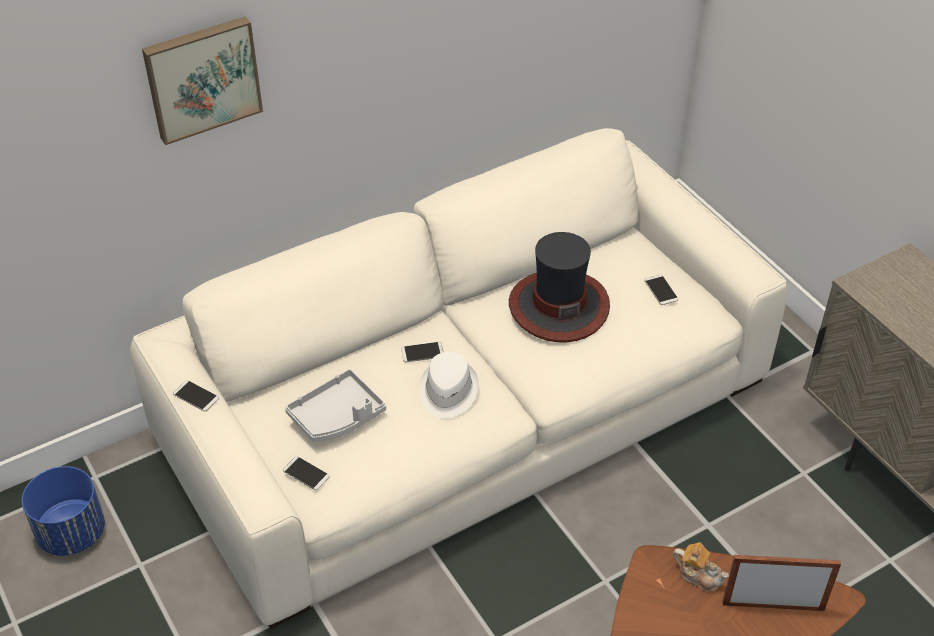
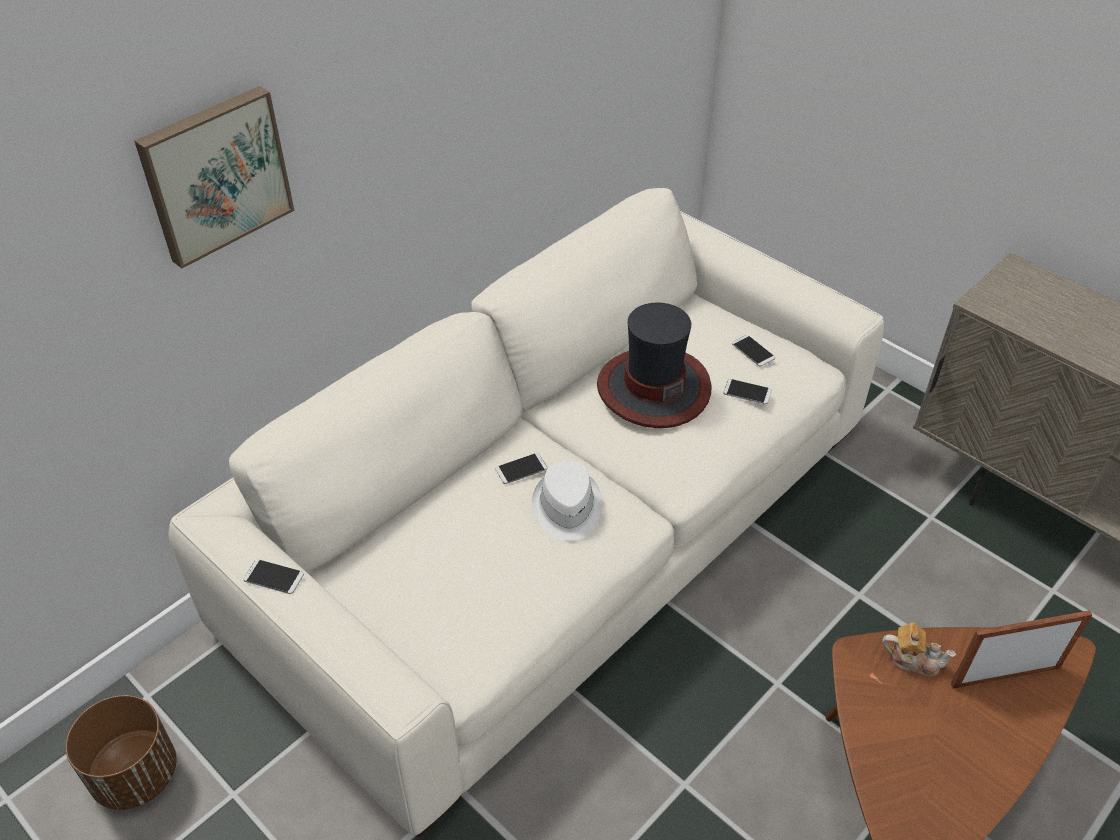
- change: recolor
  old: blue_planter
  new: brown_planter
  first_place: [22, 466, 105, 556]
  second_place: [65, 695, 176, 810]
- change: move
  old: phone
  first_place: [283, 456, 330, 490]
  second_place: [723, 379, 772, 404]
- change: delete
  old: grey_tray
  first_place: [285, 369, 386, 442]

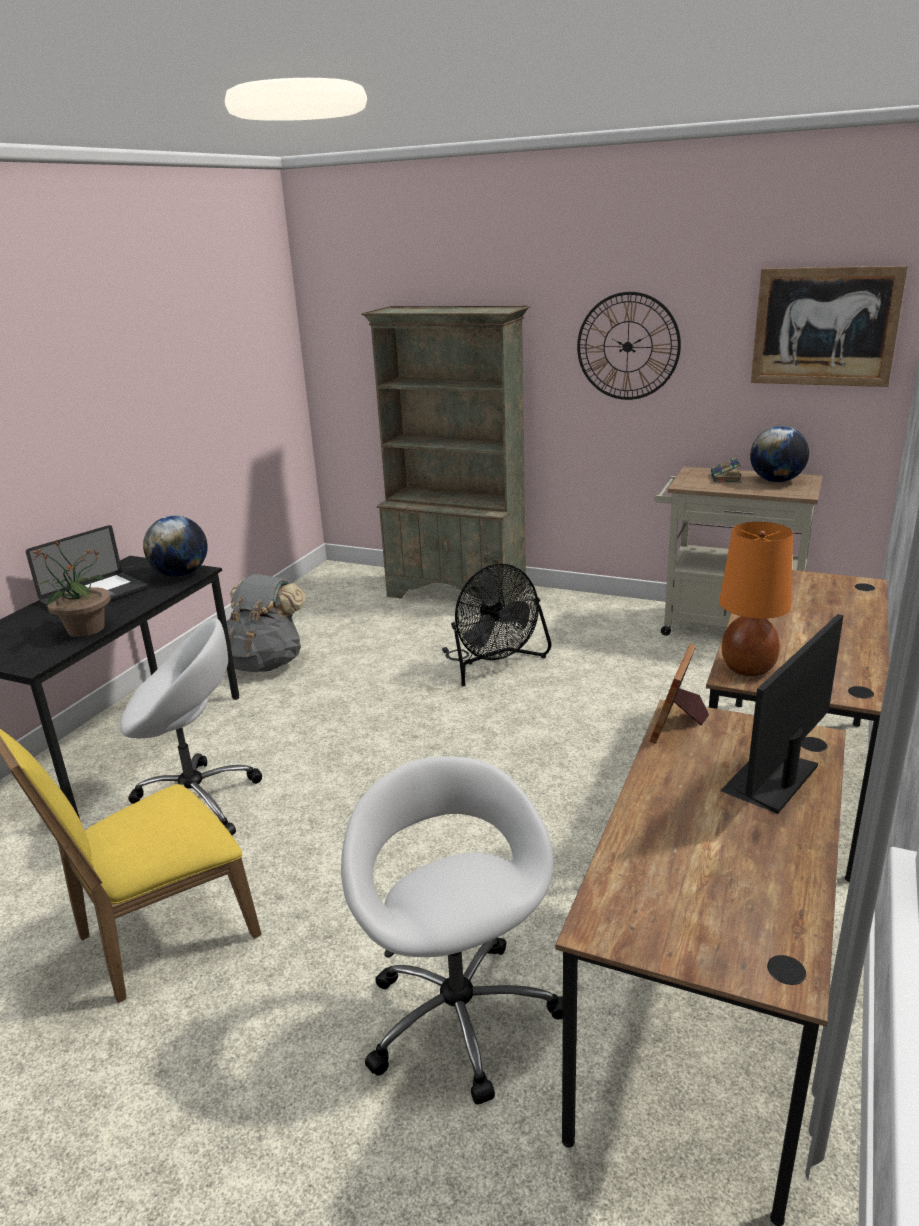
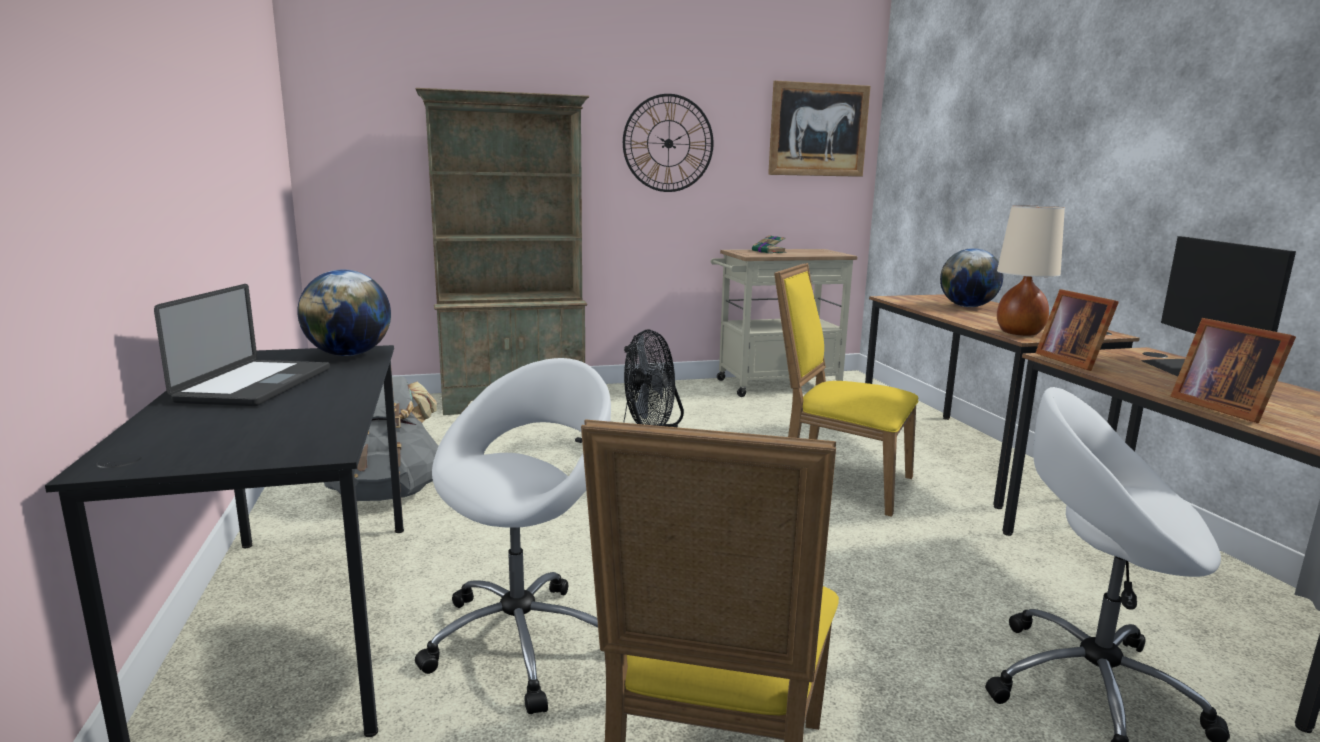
- change: delete
  old: potted_plant
  first_place: [33, 540, 111, 637]
- change: recolor
  old: orange_table_lamp
  new: beige_table_lamp
  first_place: [719, 522, 793, 676]
  second_place: [997, 205, 1065, 336]
- change: move
  old: globe
  first_place: [750, 426, 809, 482]
  second_place: [940, 248, 1003, 307]
- change: insert
  new: yellow_chair
  second_place: [774, 263, 918, 517]
- change: insert
  new: picture_frame
  second_place: [1170, 318, 1296, 423]

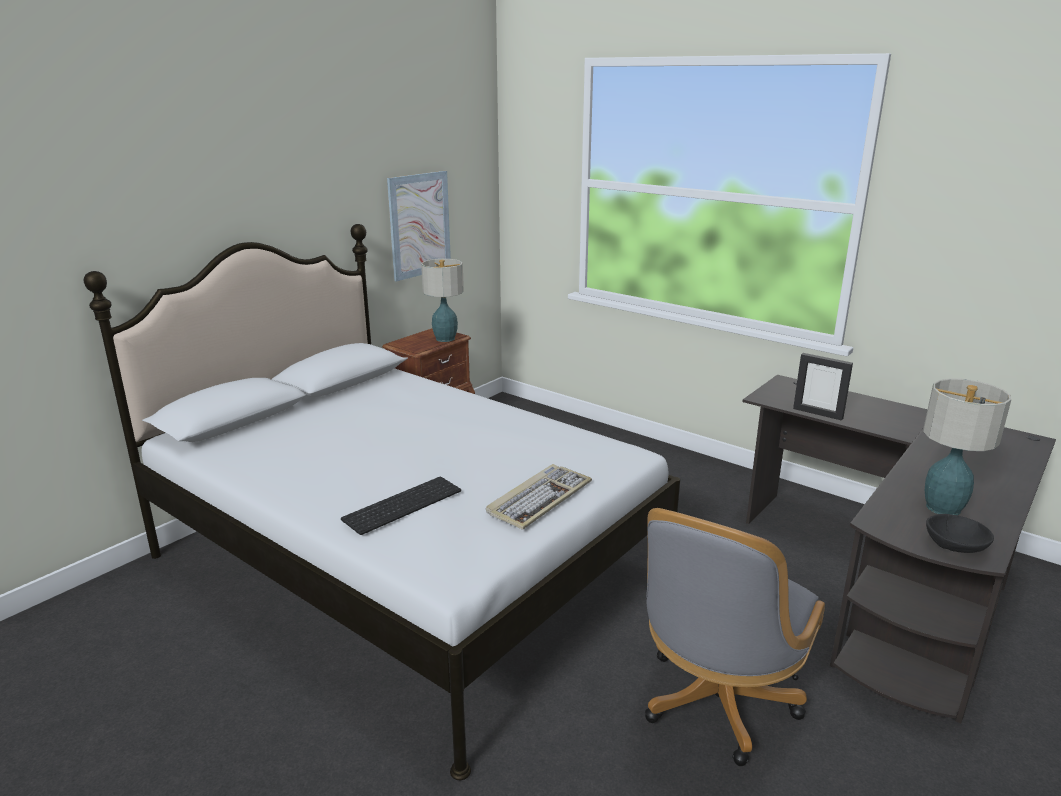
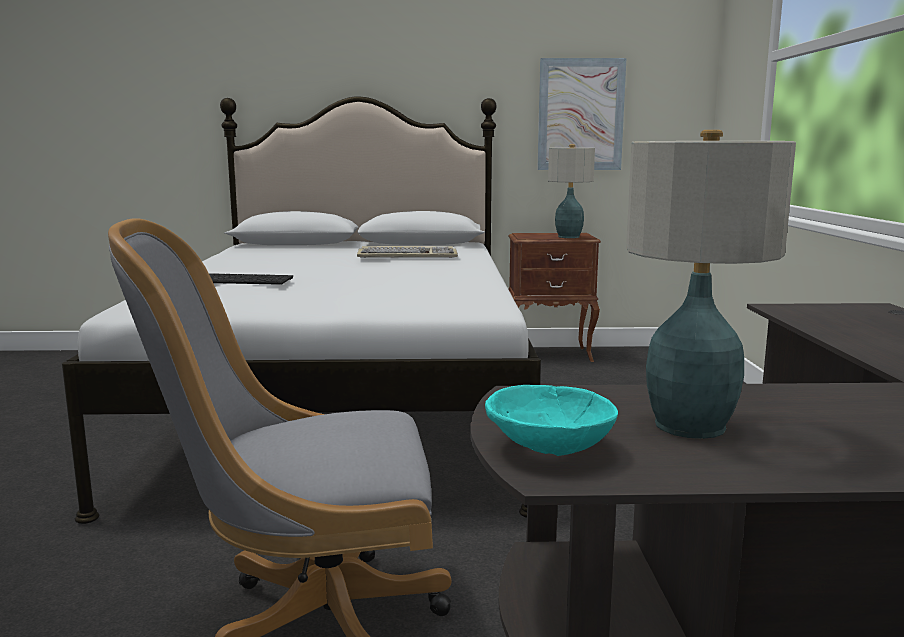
- change: move
  old: keyboard
  first_place: [486, 464, 592, 530]
  second_place: [357, 246, 458, 258]
- change: delete
  old: picture_frame
  first_place: [793, 353, 853, 421]
- change: recolor
  old: black_bowl
  new: turquoise_bowl
  first_place: [926, 514, 994, 553]
  second_place: [485, 385, 618, 456]

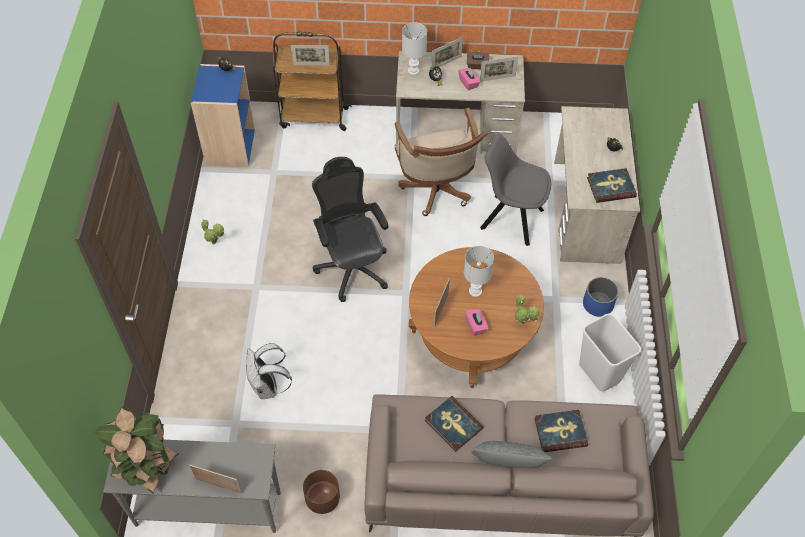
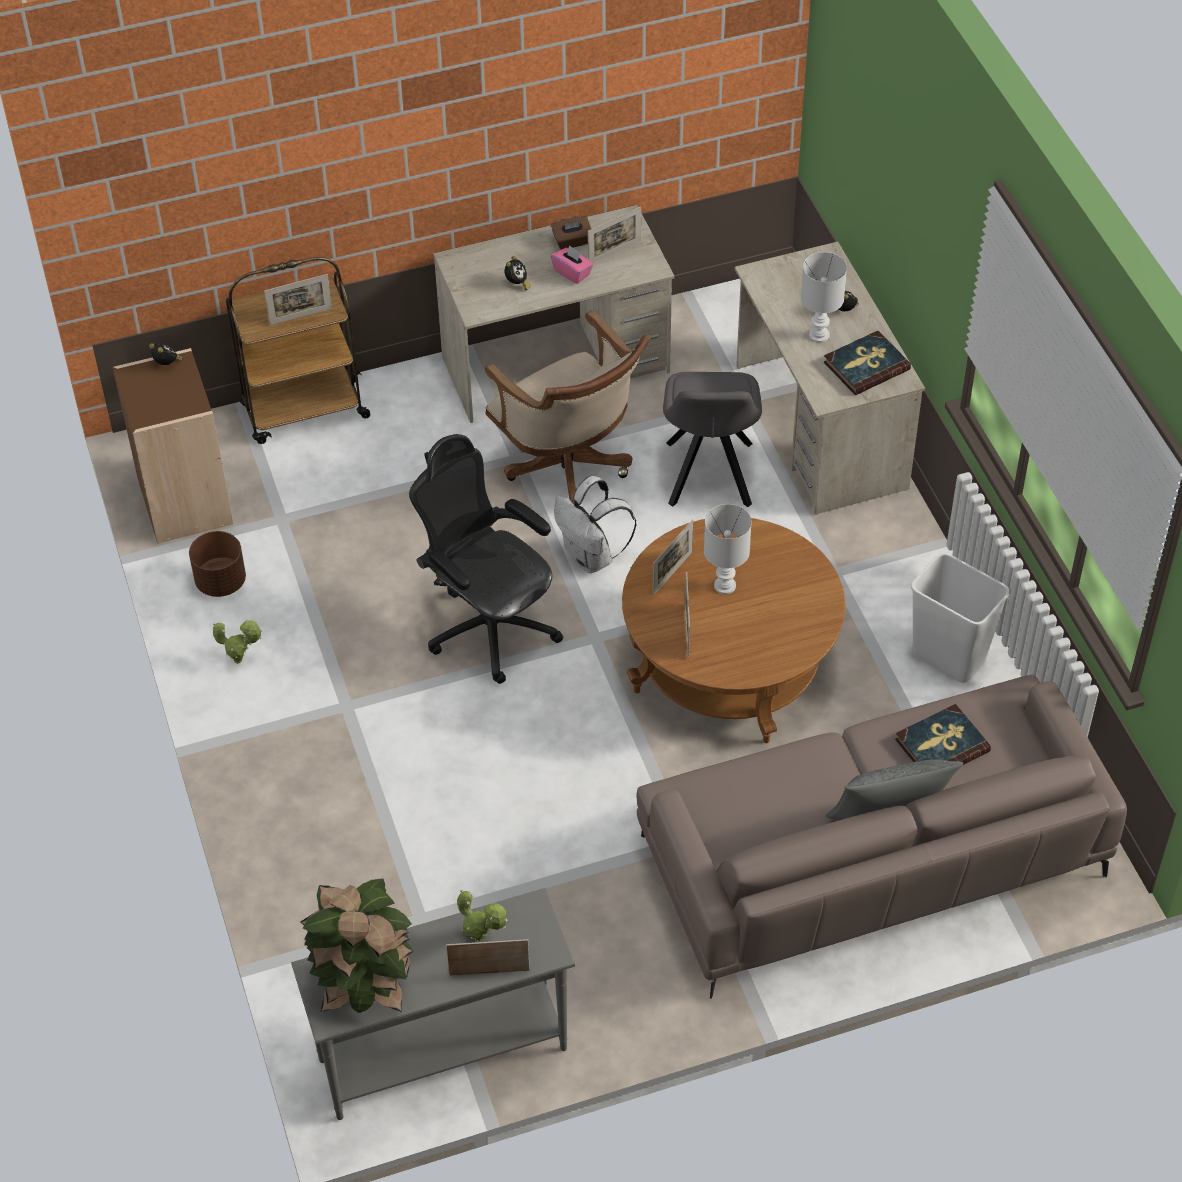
- change: recolor
  old: blue_bookcase
  new: brown_bookcase
  first_place: [191, 64, 255, 167]
  second_place: [113, 348, 233, 544]
- change: move
  old: white_backpack
  first_place: [246, 343, 292, 399]
  second_place: [554, 476, 636, 573]
- change: move
  old: brown_planter
  first_place: [303, 470, 340, 514]
  second_place: [189, 531, 246, 597]
- change: move
  old: white_table_lamp
  first_place: [402, 23, 427, 75]
  second_place: [801, 252, 847, 343]
- change: delete
  old: book
  first_place: [425, 396, 484, 452]
- change: move
  old: picture_frame
  first_place: [431, 37, 463, 67]
  second_place: [653, 520, 693, 596]
- change: delete
  old: pink_tissue_box
  first_place: [465, 309, 489, 336]
- change: rotate
  old: grey_chair
  first_place: [480, 134, 551, 246]
  second_place: [663, 372, 762, 507]
  degrees: -90
- change: move
  old: potted_plant
  first_place: [514, 295, 540, 324]
  second_place: [457, 890, 507, 942]
- change: delete
  old: blue_planter
  first_place: [583, 277, 618, 317]

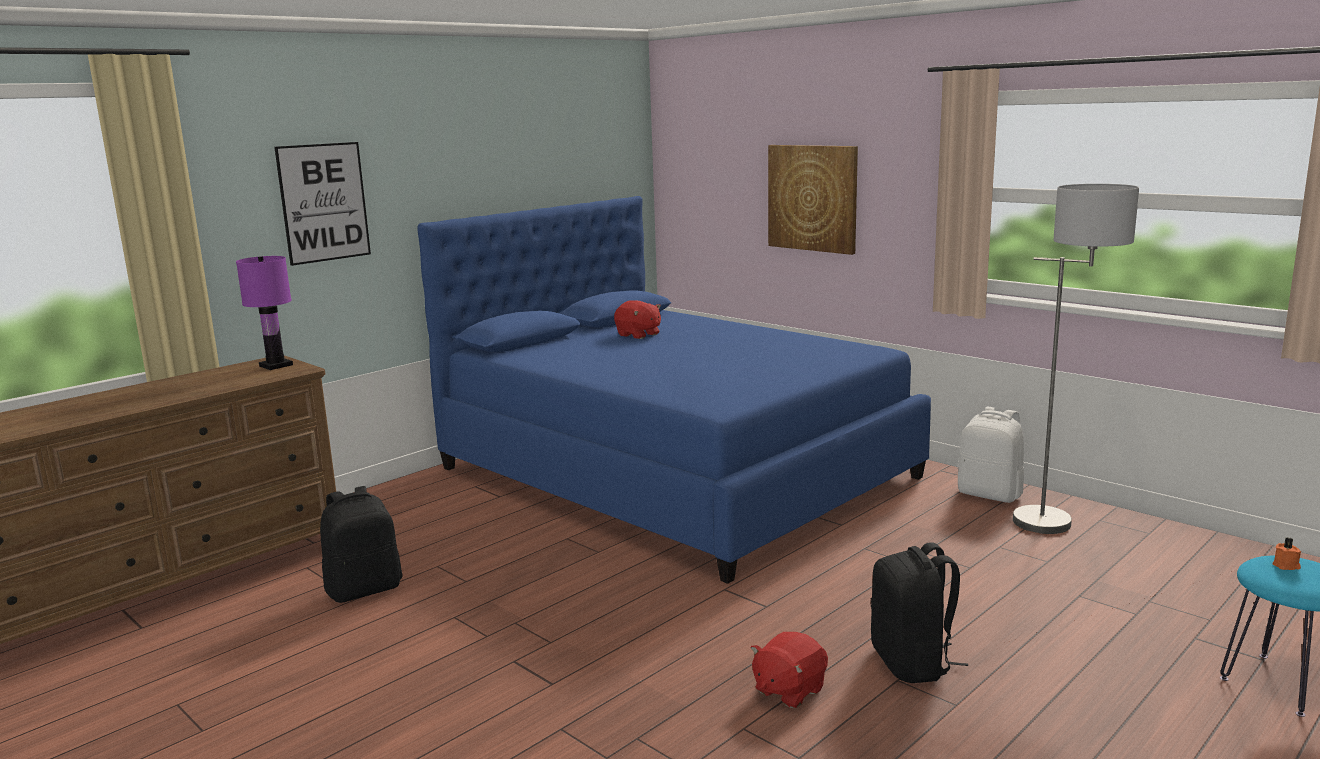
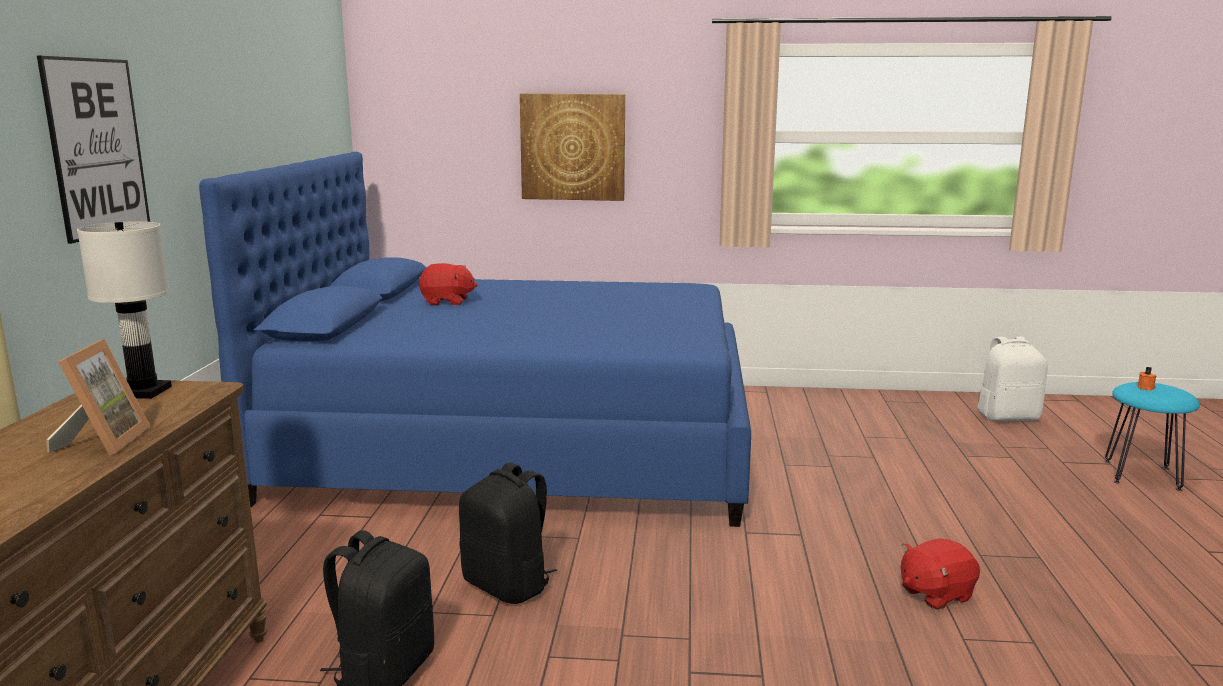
- change: recolor
  old: purple_table_lamp
  new: white_table_lamp
  first_place: [236, 256, 293, 370]
  second_place: [77, 221, 172, 399]
- change: rotate
  old: red_plush_toy
  first_place: [750, 632, 828, 708]
  second_place: [901, 538, 980, 610]
  degrees: 60
- change: move
  old: black_backpack
  first_place: [871, 542, 968, 683]
  second_place: [459, 462, 558, 604]
- change: move
  old: white_backpack
  first_place: [957, 407, 1024, 503]
  second_place: [977, 337, 1048, 421]
- change: delete
  old: grey_floor_lamp
  first_place: [1013, 184, 1139, 534]
- change: insert
  new: picture_frame
  second_place: [46, 339, 150, 455]

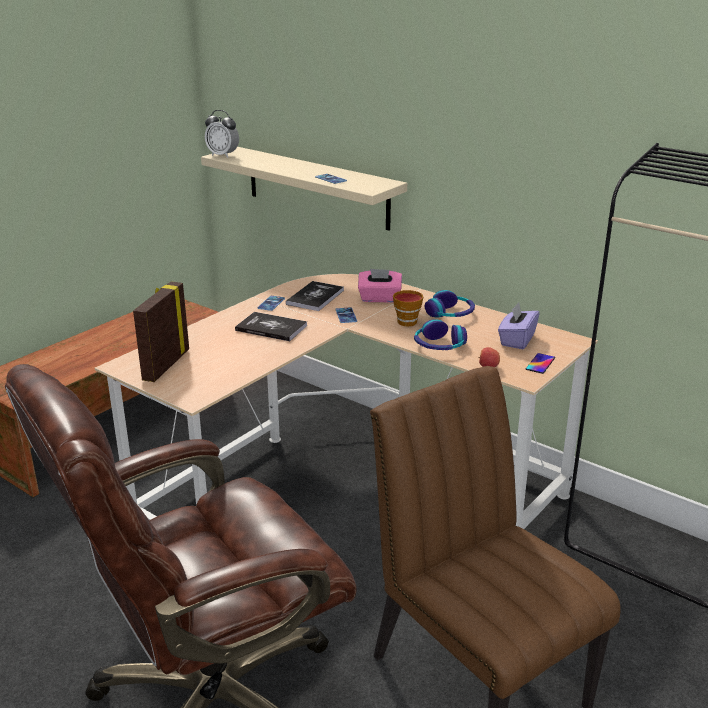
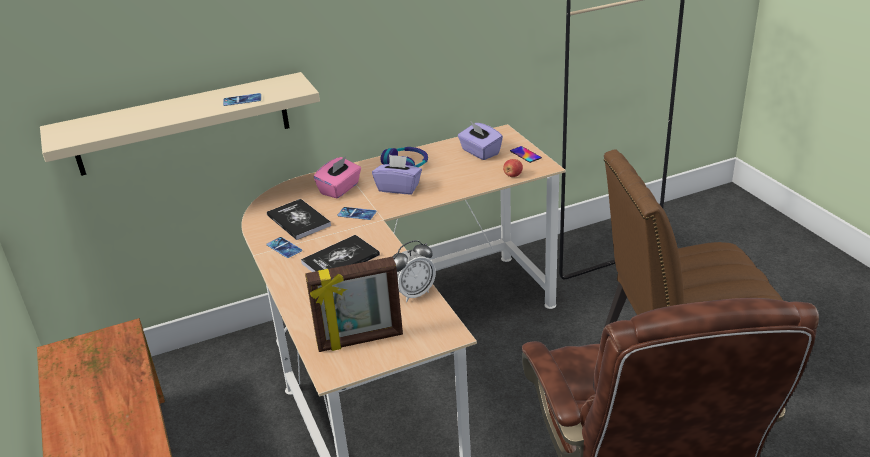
- change: rotate
  old: picture_frame
  first_place: [133, 281, 189, 382]
  second_place: [305, 257, 403, 352]
  degrees: -60
- change: move
  old: alarm_clock
  first_place: [205, 110, 239, 158]
  second_place: [392, 240, 436, 302]
- change: replace
  old: cup
  new: purple_tissue_box
  first_place: [393, 290, 423, 326]
  second_place: [372, 155, 422, 194]
- change: delete
  old: headphones
  first_place: [414, 319, 467, 350]

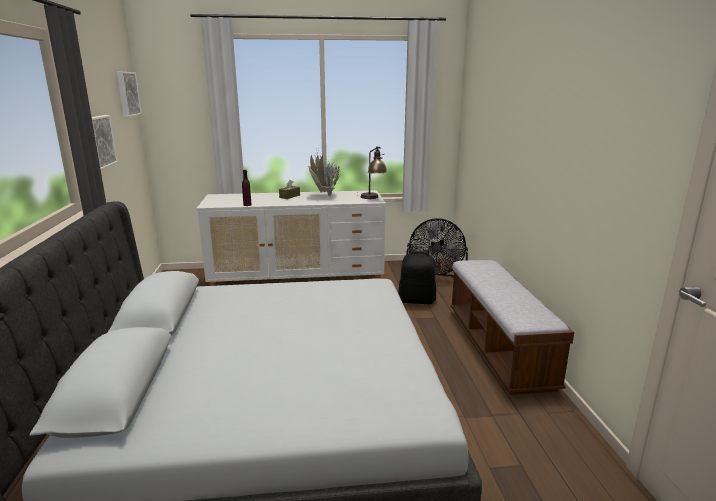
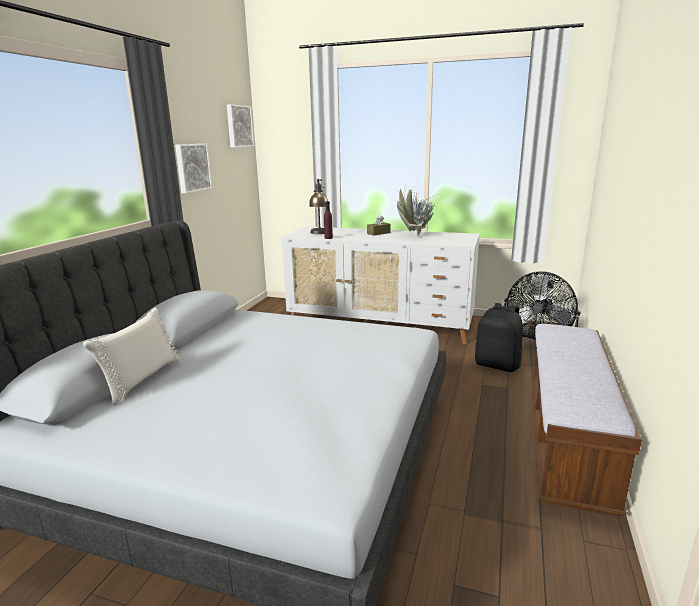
- change: move
  old: table_lamp
  first_place: [361, 146, 387, 199]
  second_place: [309, 179, 328, 234]
- change: insert
  new: white_pillow
  second_place: [83, 308, 180, 405]

